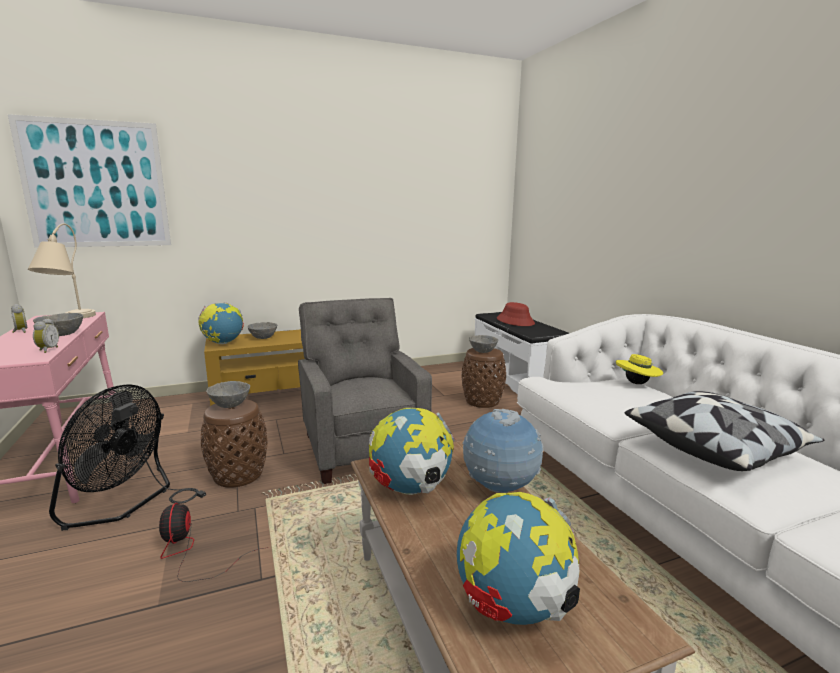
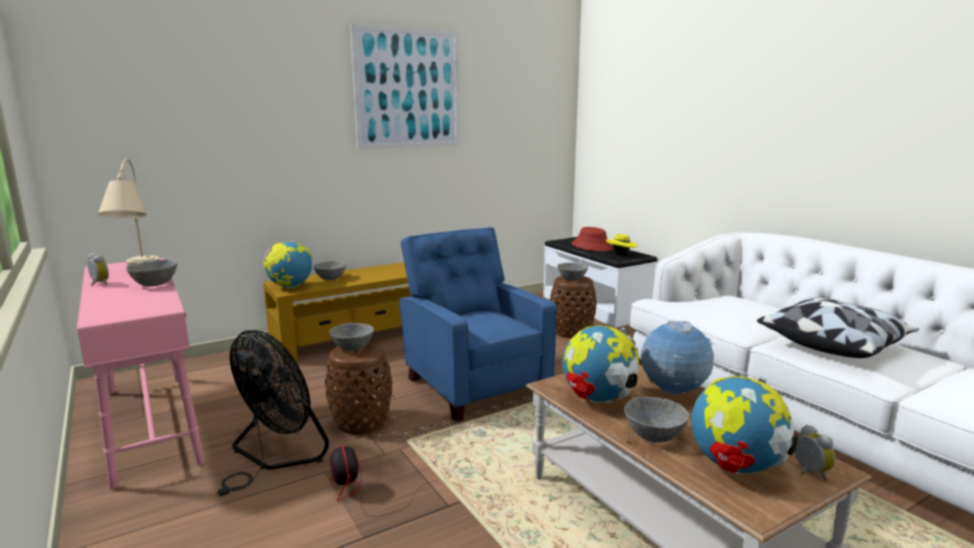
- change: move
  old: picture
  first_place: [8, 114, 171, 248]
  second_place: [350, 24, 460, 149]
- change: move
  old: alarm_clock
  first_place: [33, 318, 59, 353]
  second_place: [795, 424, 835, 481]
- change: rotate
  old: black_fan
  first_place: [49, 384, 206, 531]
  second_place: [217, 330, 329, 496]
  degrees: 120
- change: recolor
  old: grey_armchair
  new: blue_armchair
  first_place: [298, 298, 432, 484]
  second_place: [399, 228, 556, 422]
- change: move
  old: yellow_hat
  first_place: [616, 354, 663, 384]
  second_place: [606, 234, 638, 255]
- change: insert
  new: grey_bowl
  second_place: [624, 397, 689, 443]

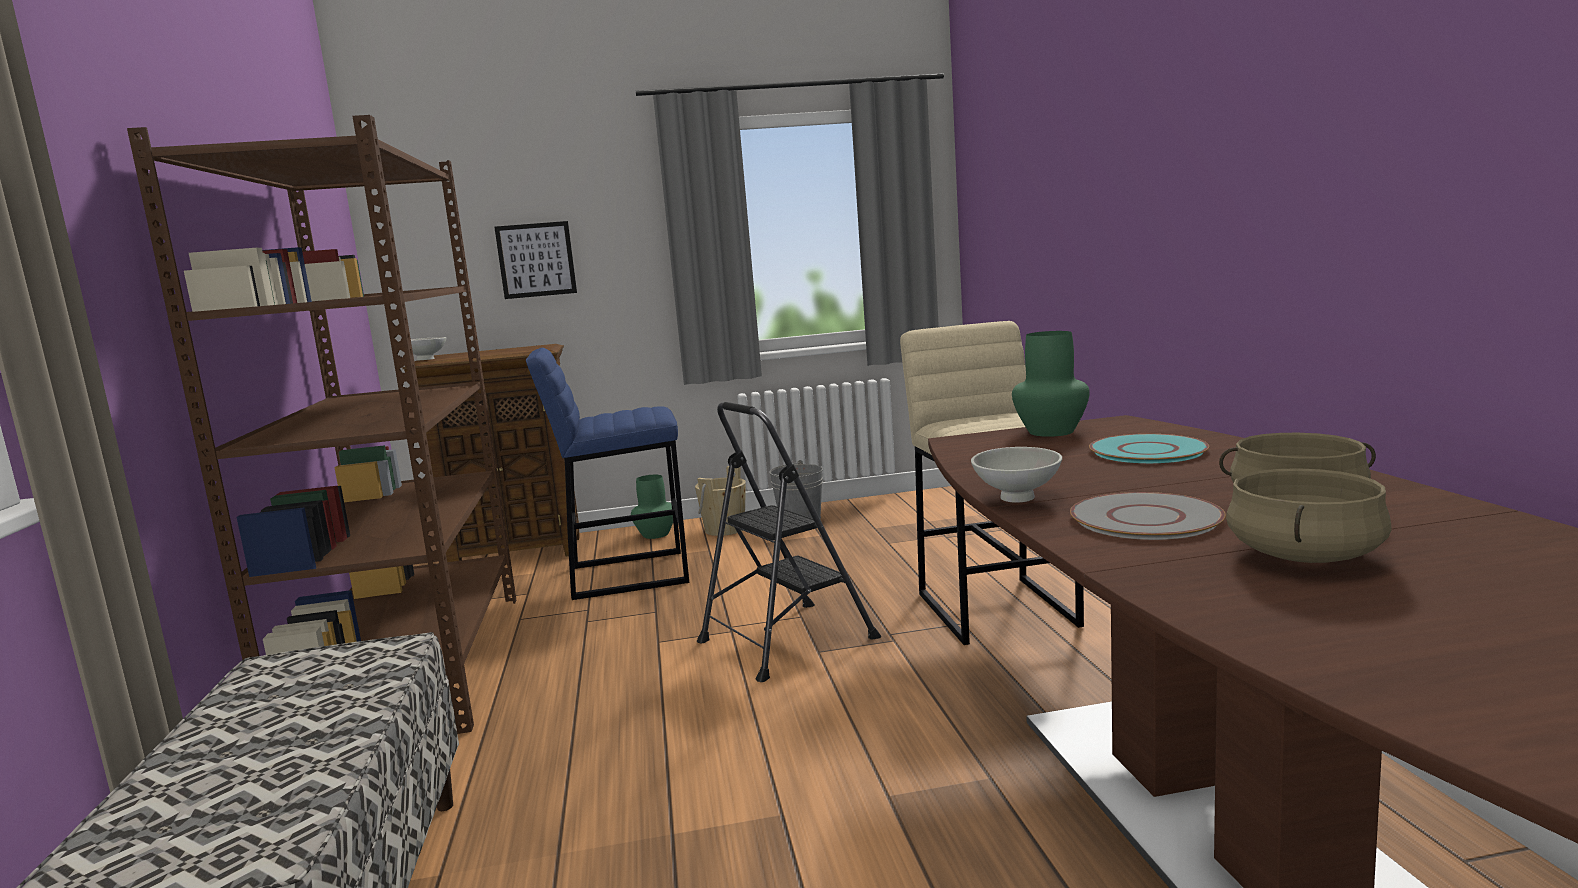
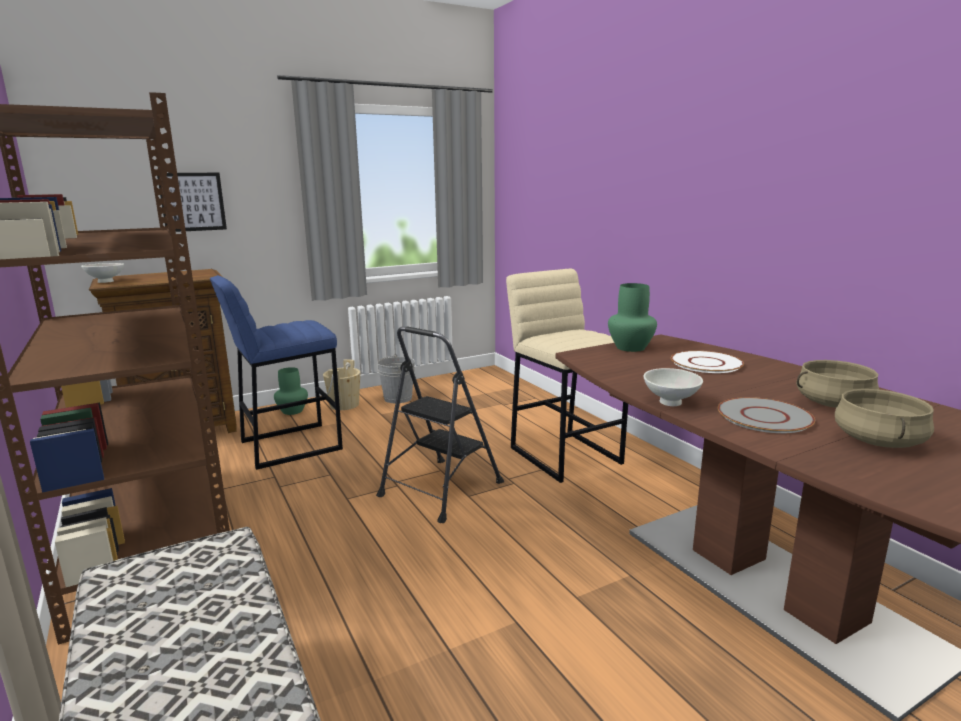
- change: recolor
  old: turquoise_plate
  new: white_plate
  first_place: [1089, 434, 1209, 463]
  second_place: [671, 351, 744, 373]

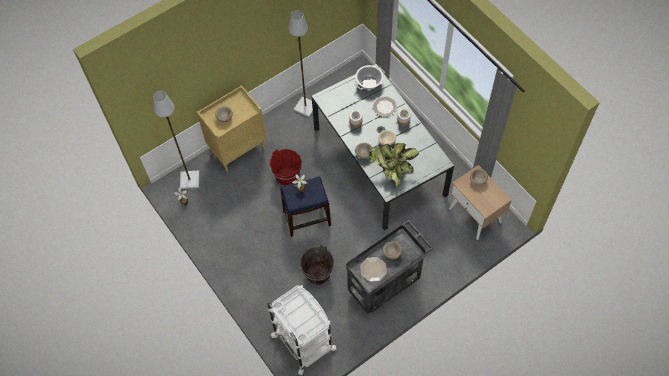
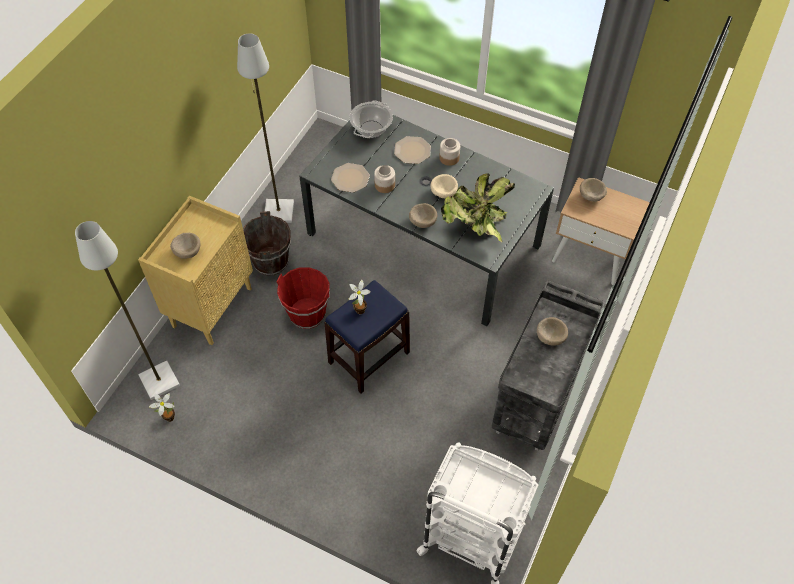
- change: move
  old: brown_bucket
  first_place: [300, 245, 334, 285]
  second_place: [243, 211, 291, 276]
- change: move
  old: plate
  first_place: [360, 257, 387, 282]
  second_place: [331, 163, 370, 193]

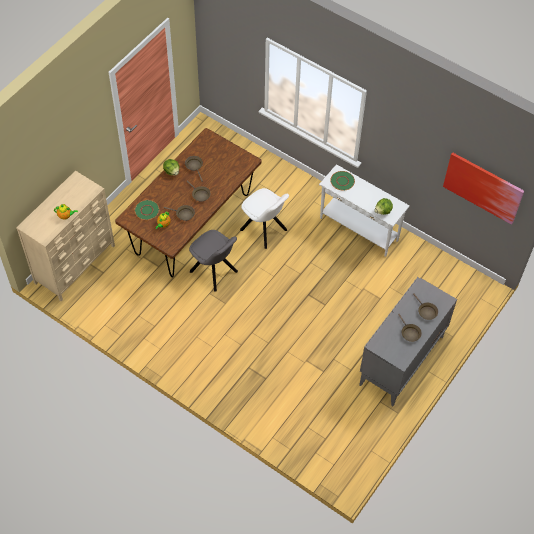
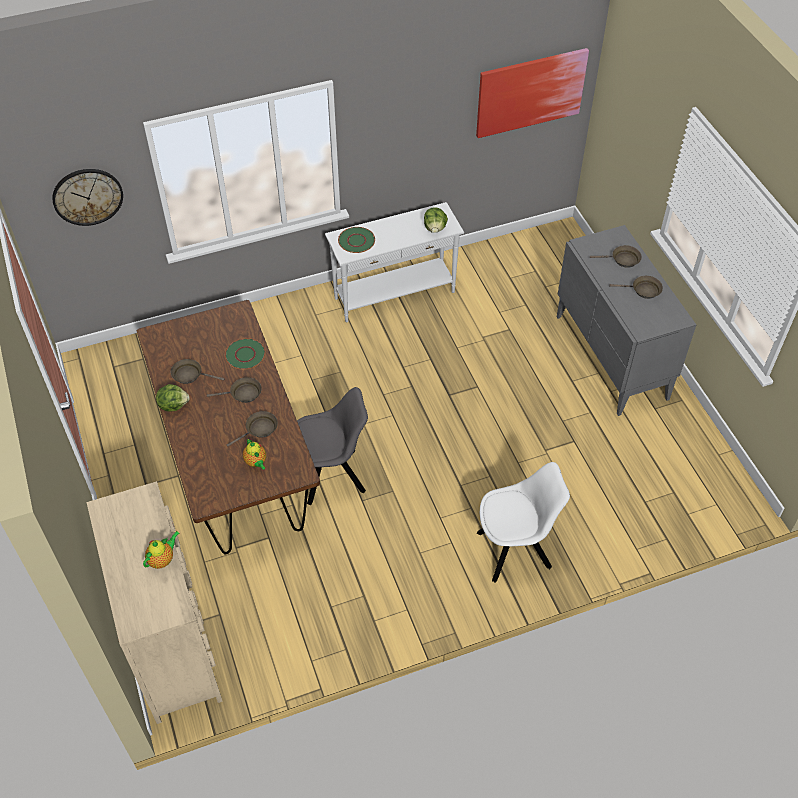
- change: move
  old: green_plate
  first_place: [134, 200, 160, 220]
  second_place: [225, 338, 266, 370]
- change: move
  old: white_chair
  first_place: [240, 188, 289, 249]
  second_place: [476, 462, 570, 583]
- change: insert
  new: wall_clock
  second_place: [52, 169, 123, 226]

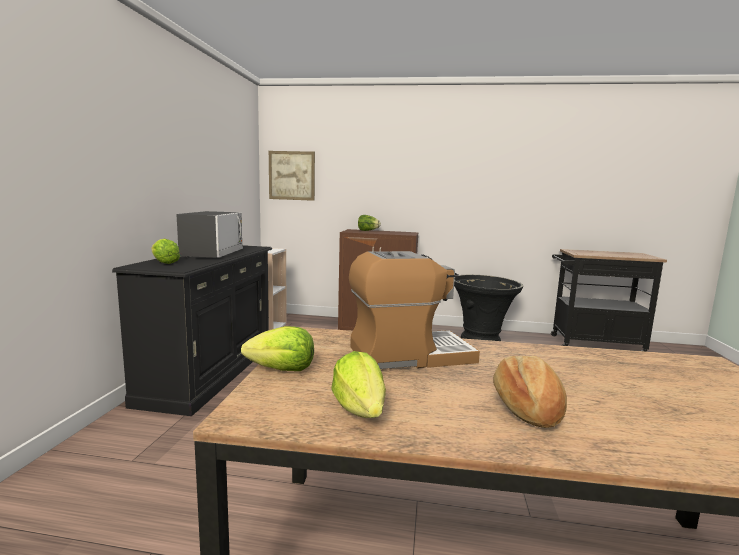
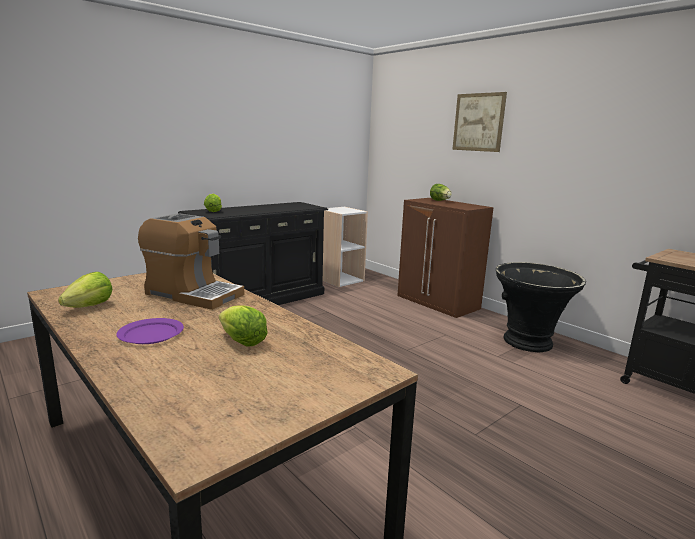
- change: delete
  old: microwave
  first_place: [176, 211, 243, 258]
- change: move
  old: lettuce
  first_place: [241, 326, 314, 371]
  second_place: [219, 305, 268, 347]
- change: move
  old: picture
  first_place: [269, 151, 315, 201]
  second_place: [452, 92, 507, 152]
- change: replace
  old: bread
  new: purple_plate
  first_place: [493, 356, 567, 428]
  second_place: [116, 318, 184, 344]

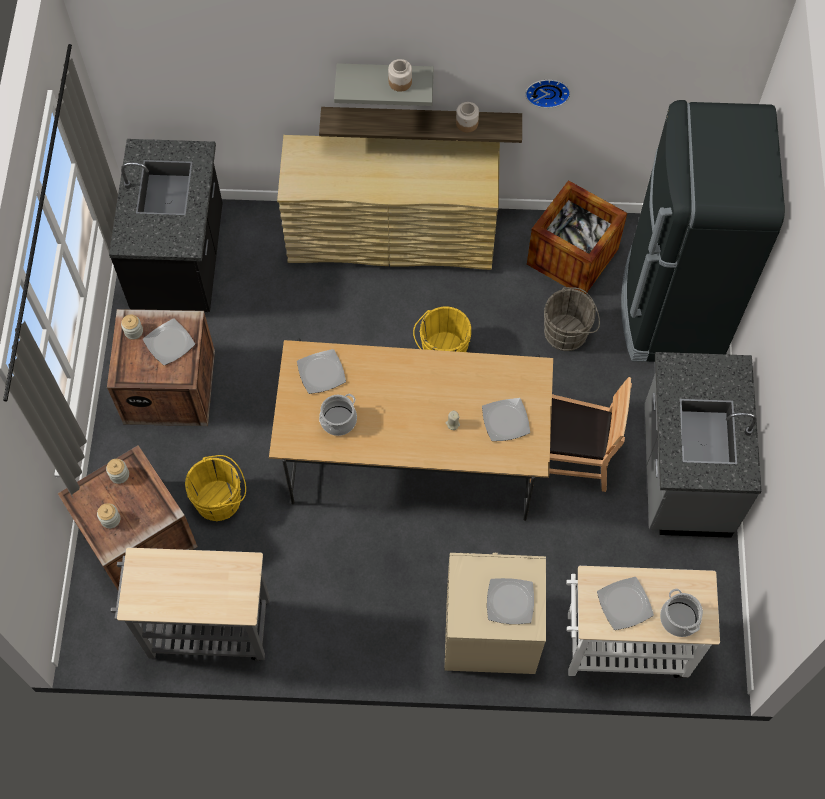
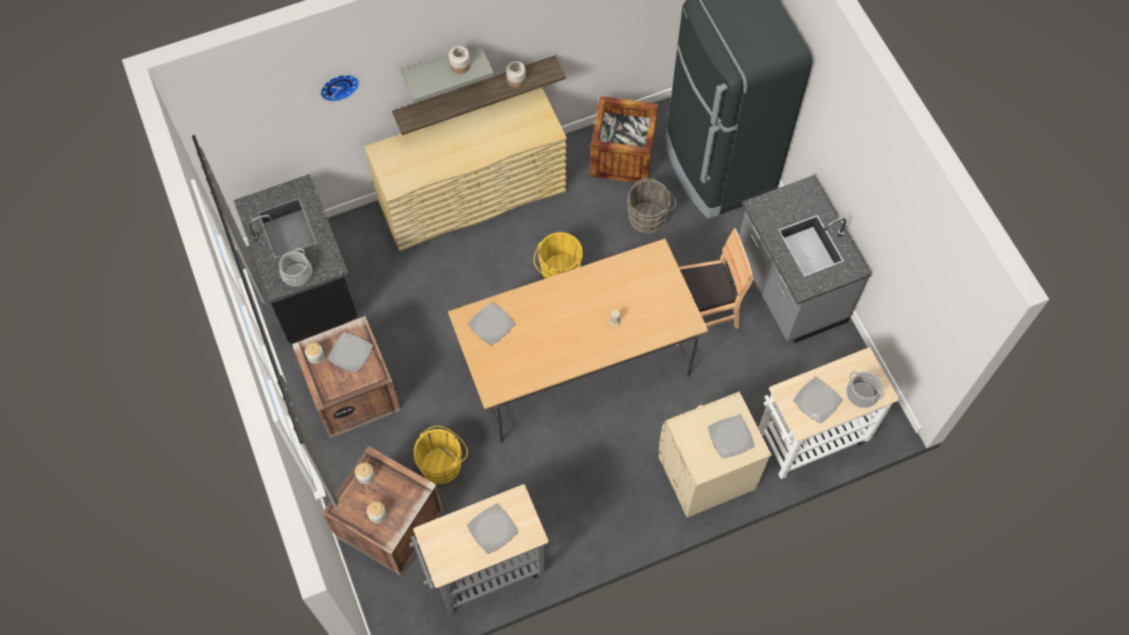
- change: move
  old: cooking_pot
  first_place: [319, 394, 357, 436]
  second_place: [279, 248, 312, 286]
- change: move
  old: plate
  first_place: [482, 398, 530, 441]
  second_place: [467, 504, 518, 554]
- change: move
  old: wall_clock
  first_place: [525, 80, 570, 108]
  second_place: [320, 74, 359, 102]

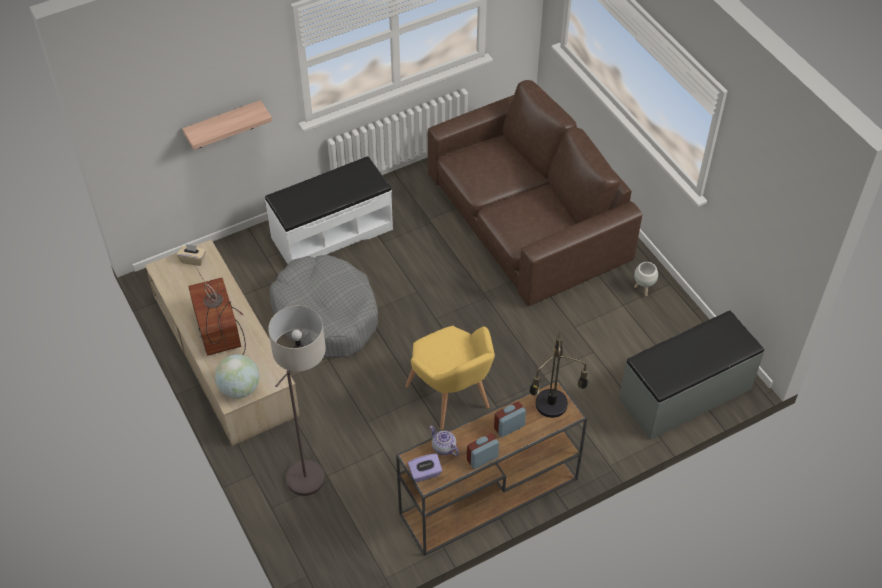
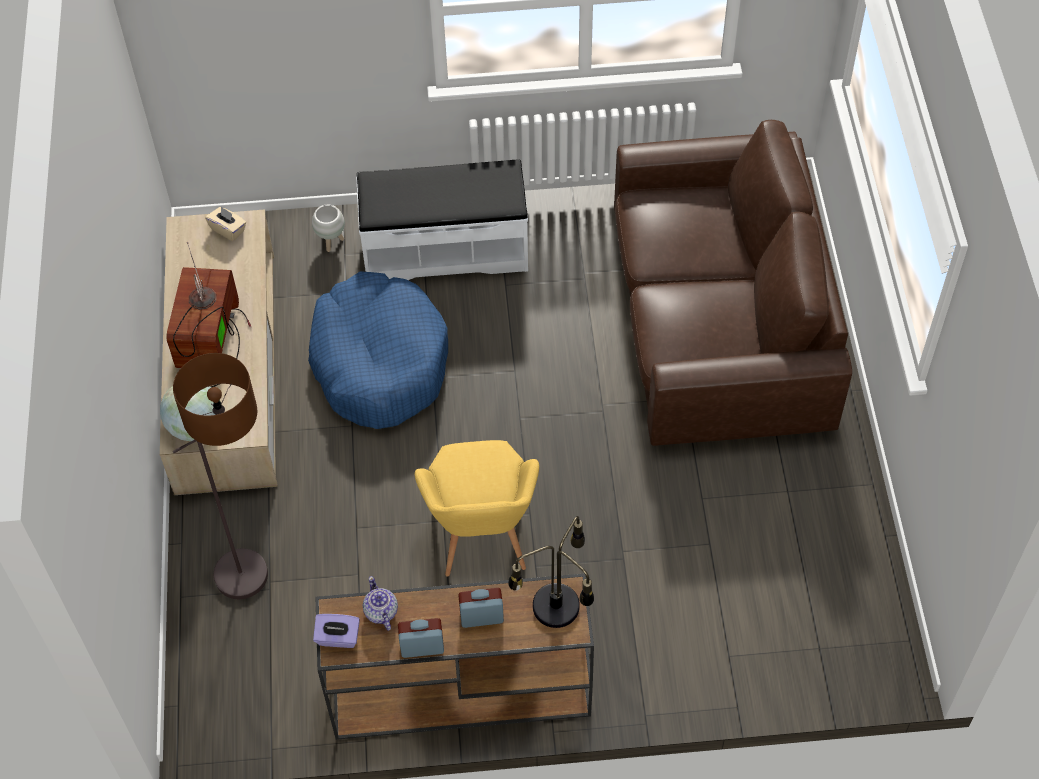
- change: delete
  old: shelf
  first_place: [182, 100, 272, 150]
- change: recolor
  old: grey_floor_lamp
  new: brown_floor_lamp
  first_place: [268, 306, 326, 496]
  second_place: [173, 353, 268, 599]
- change: recolor
  old: grey_dog_bed
  new: blue_dog_bed
  first_place: [269, 255, 378, 358]
  second_place: [308, 271, 448, 429]
- change: delete
  old: grey_bench
  first_place: [619, 311, 764, 440]
- change: move
  old: white_planter
  first_place: [634, 262, 658, 296]
  second_place: [312, 205, 345, 252]

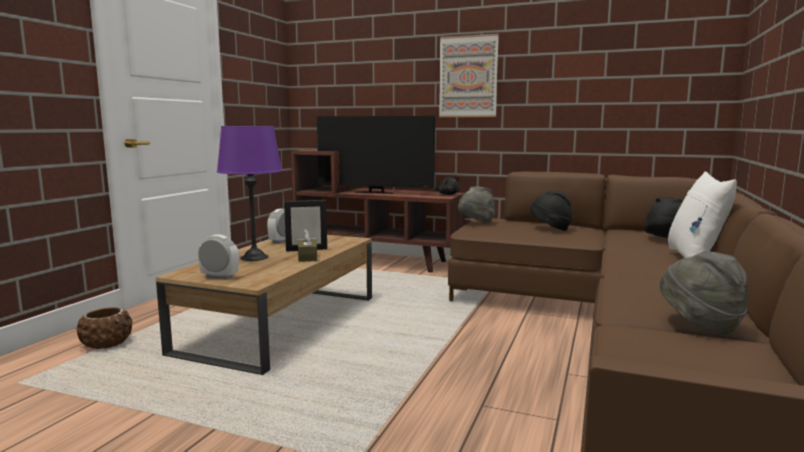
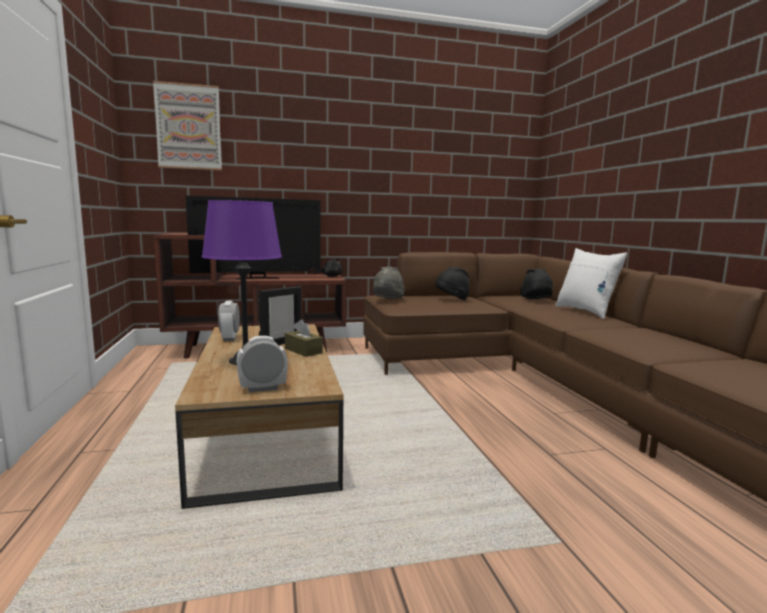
- change: delete
  old: brown_planter
  first_place: [77, 307, 132, 349]
- change: move
  old: picture
  first_place: [439, 34, 499, 117]
  second_place: [153, 81, 222, 170]
- change: delete
  old: grey_hat
  first_place: [660, 251, 748, 335]

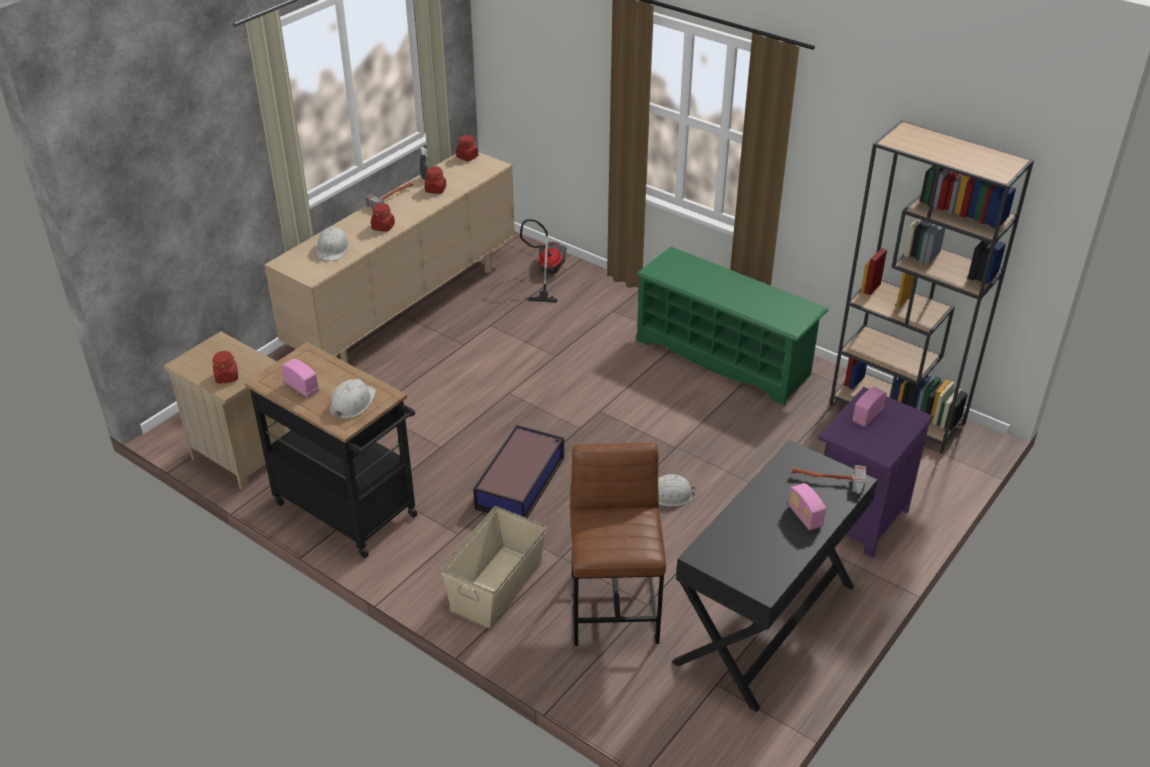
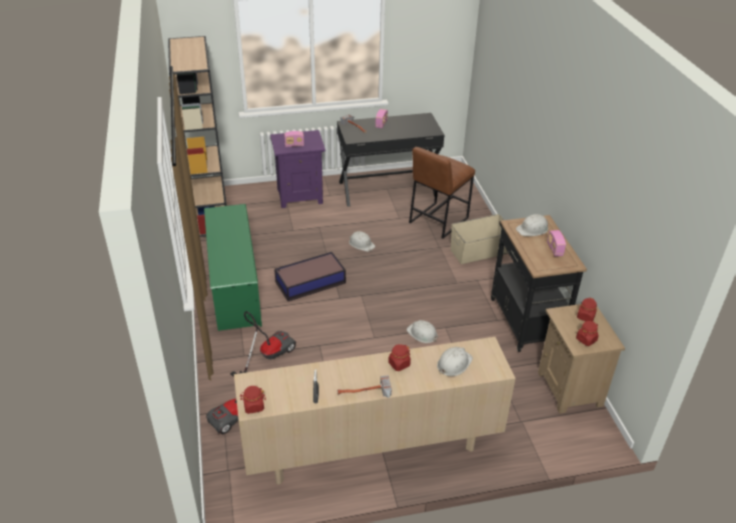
- change: move
  old: red_jar
  first_place: [425, 166, 446, 194]
  second_place: [576, 321, 598, 346]
- change: move
  old: storage_box
  first_place: [473, 425, 564, 518]
  second_place: [274, 252, 346, 301]
- change: insert
  new: vacuum_cleaner
  second_place: [230, 311, 296, 377]
- change: insert
  new: white_hard_hat
  second_place: [406, 320, 439, 343]

